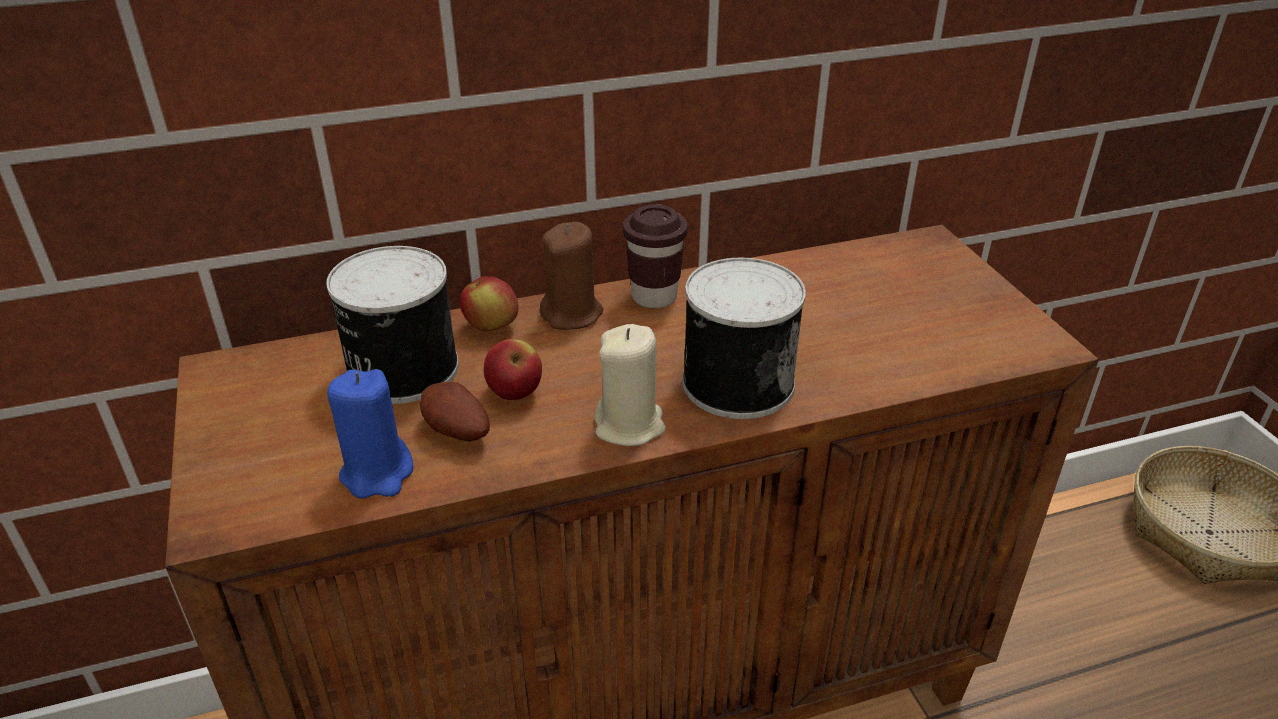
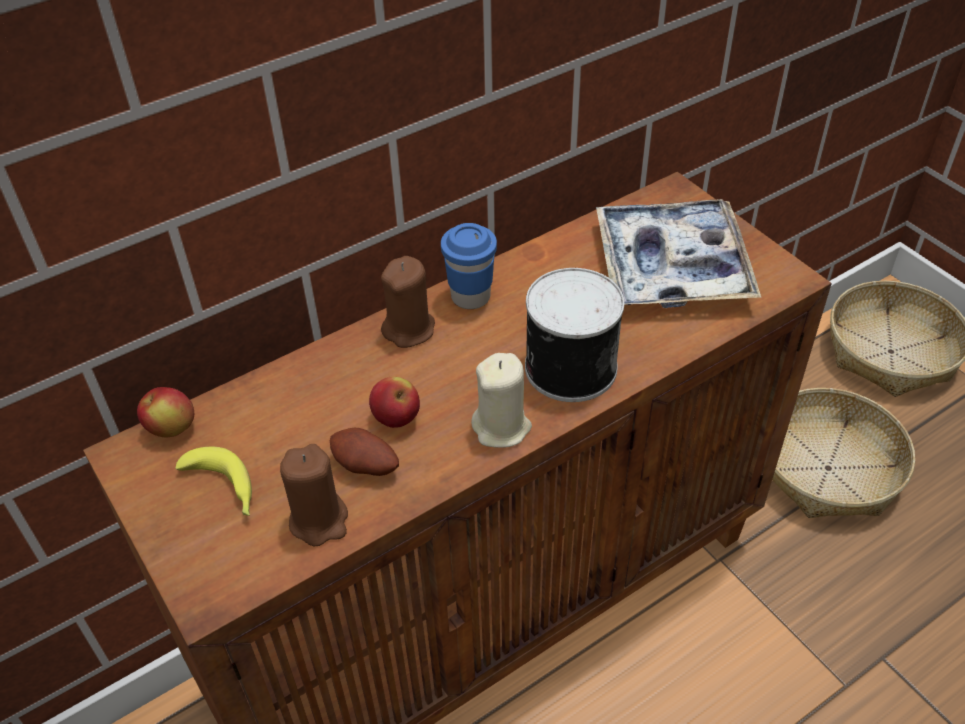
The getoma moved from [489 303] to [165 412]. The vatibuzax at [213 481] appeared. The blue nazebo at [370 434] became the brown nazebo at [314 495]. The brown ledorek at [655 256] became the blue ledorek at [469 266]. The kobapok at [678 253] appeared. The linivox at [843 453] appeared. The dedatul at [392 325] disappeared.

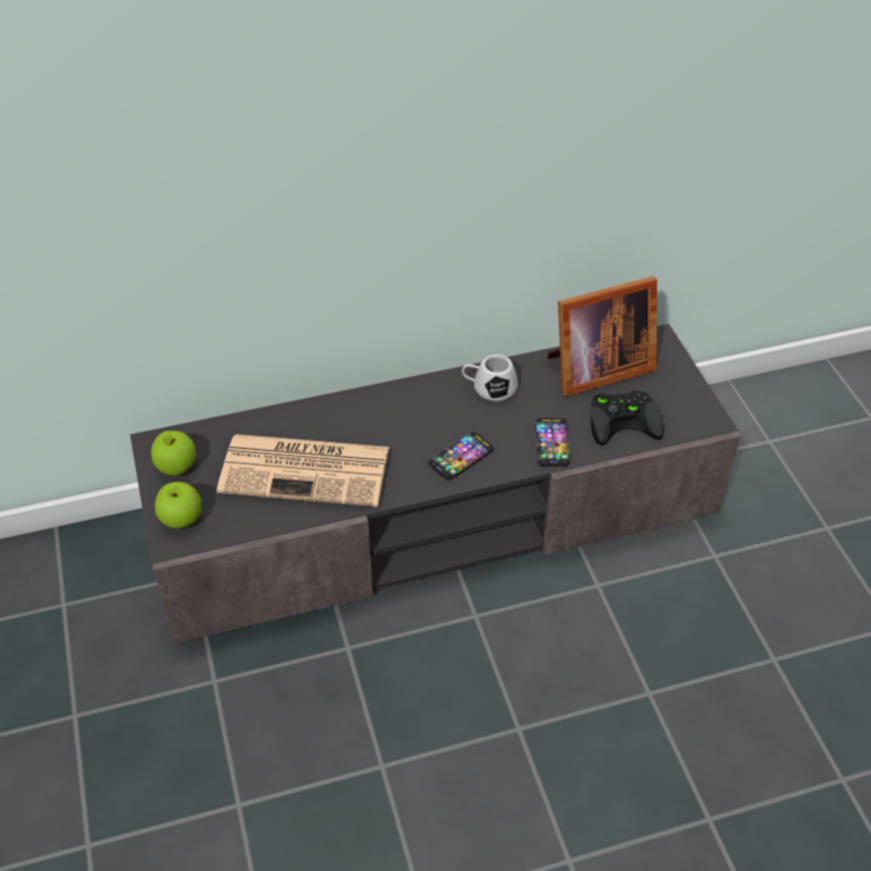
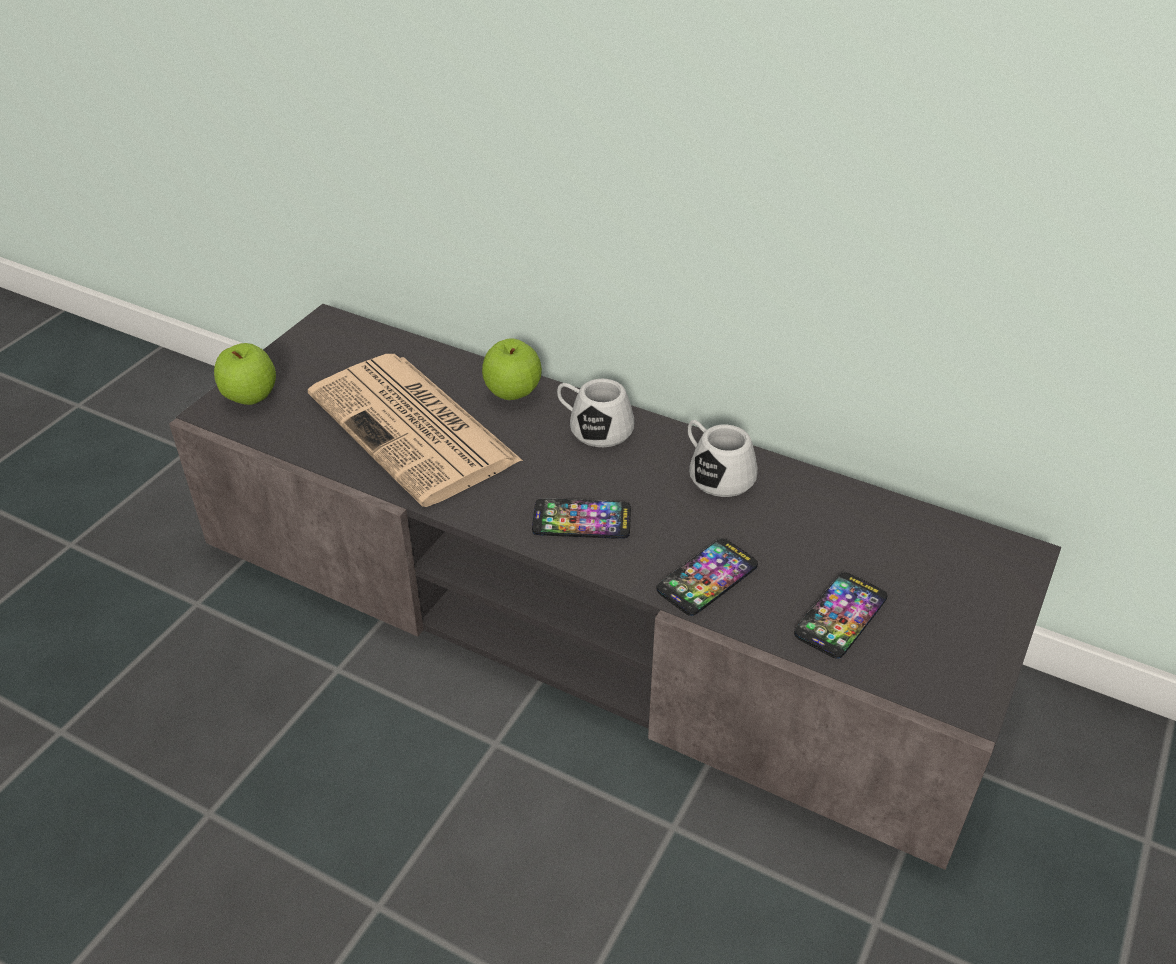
The getoma moved from [173 453] to [512 369]. The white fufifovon at [595 413] appeared. The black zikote at [627 417] was replaced by the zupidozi at [841 615]. The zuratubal at [602 336] disappeared.

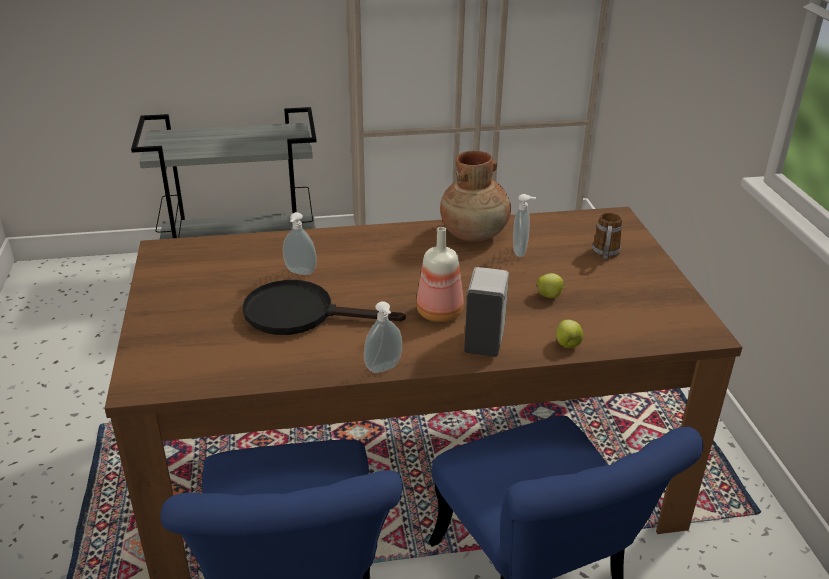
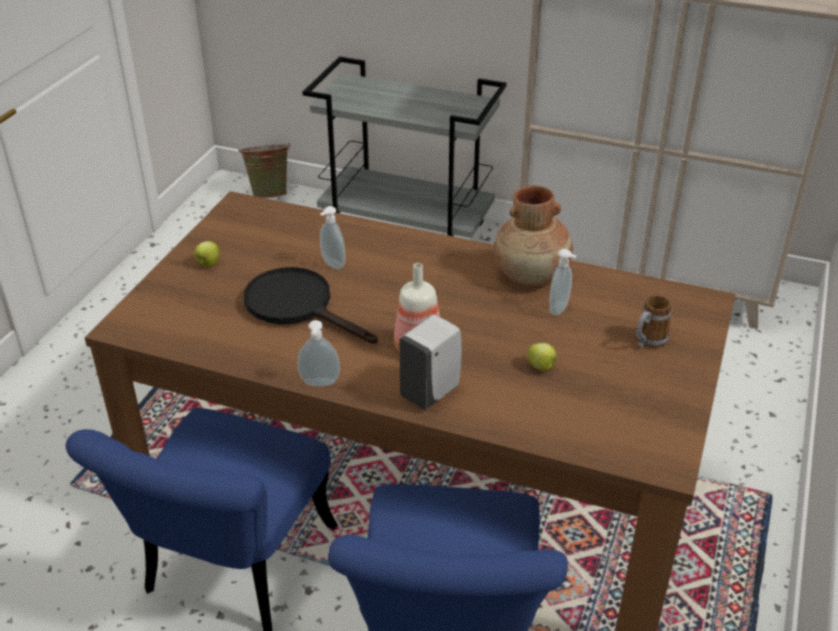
The getoma moved from [569 334] to [207 254]. The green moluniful at [264 170] appeared.

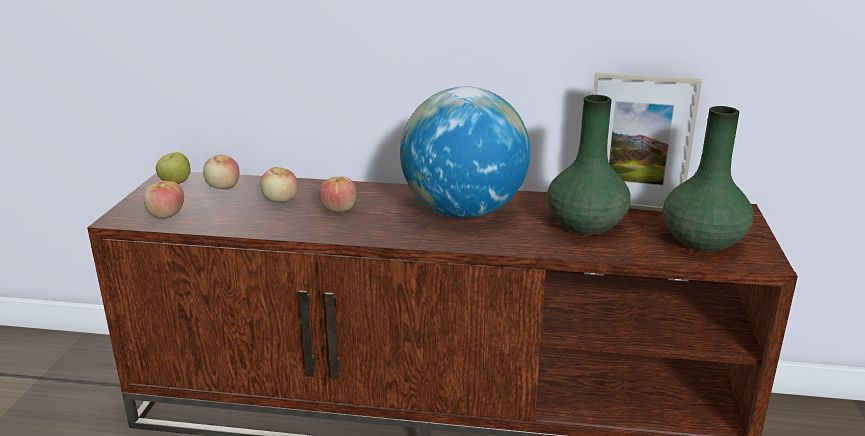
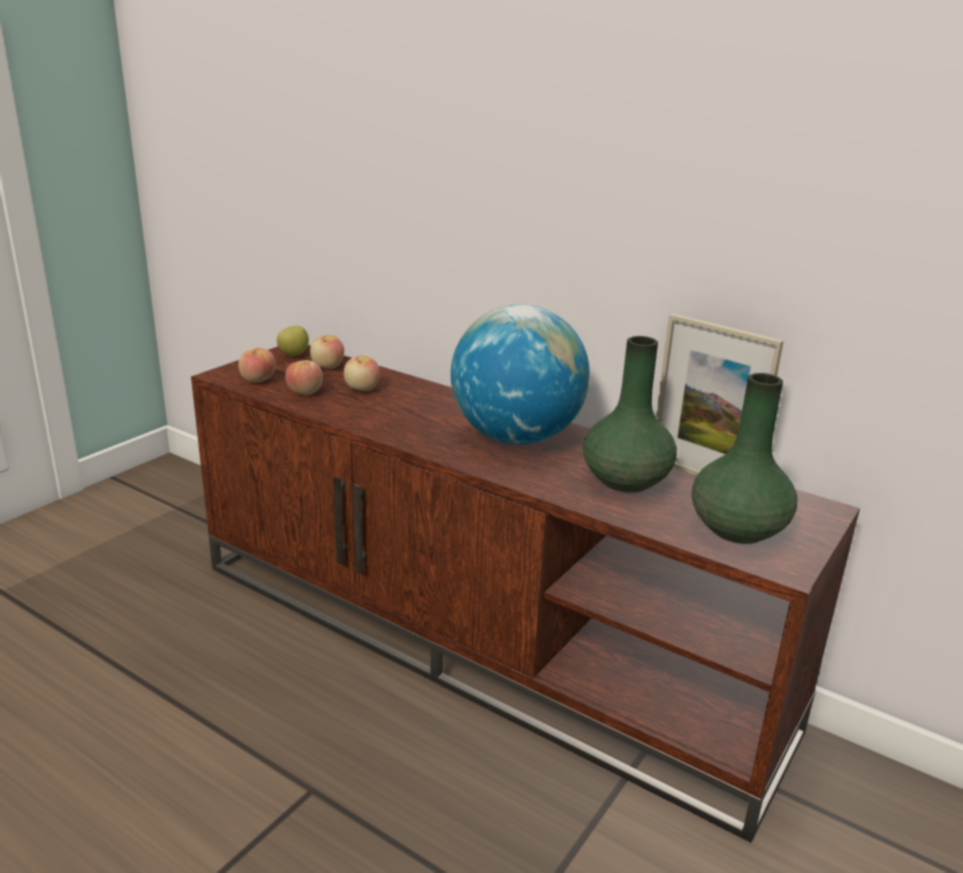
The getoma moved from [337 194] to [304 377].

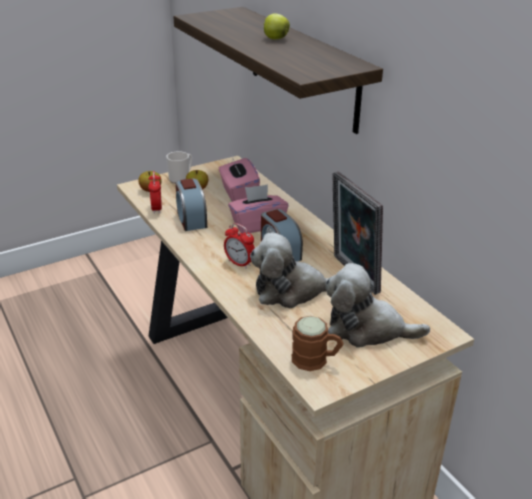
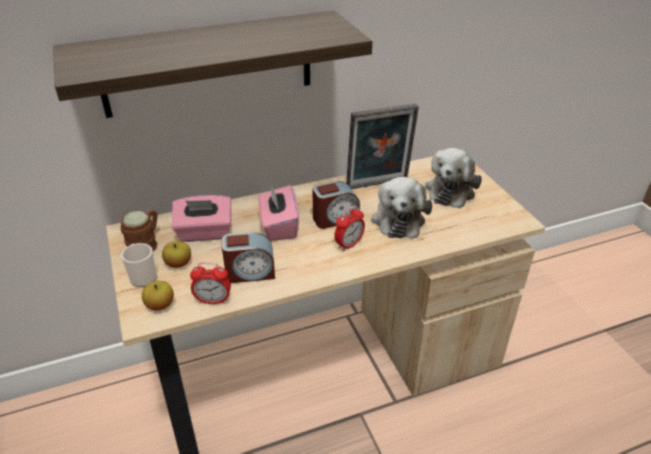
The brown fufifovon moved from [318 343] to [139 230]. The getoma at [277 26] disappeared.

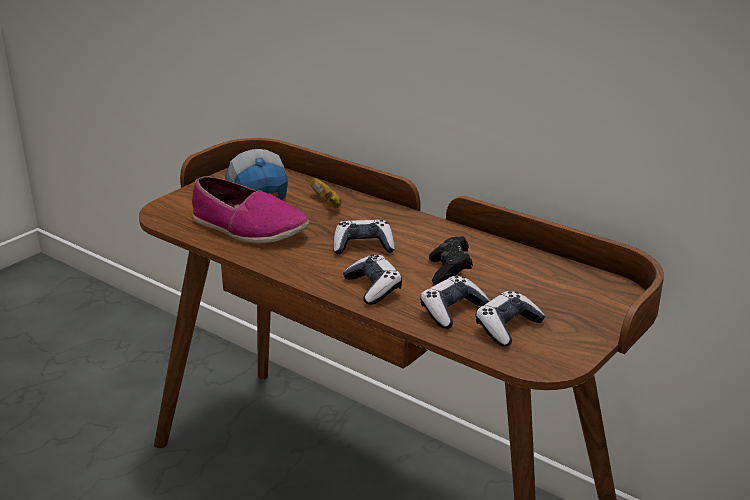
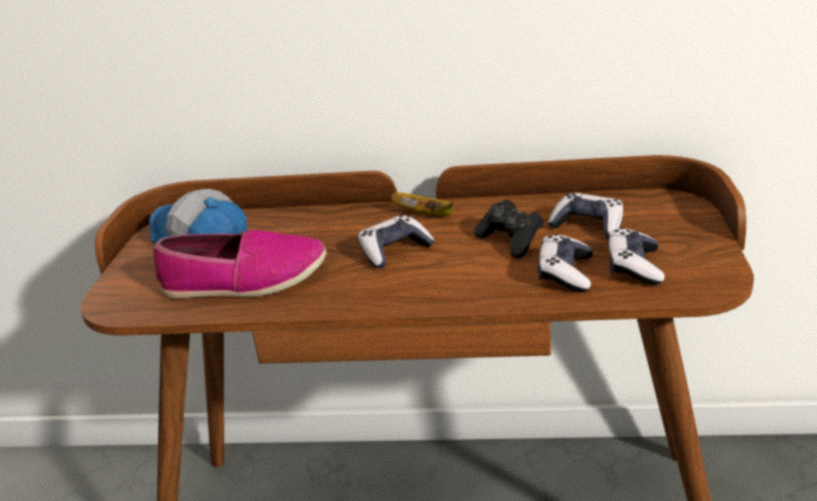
The vatibuzax moved from [325 193] to [422 204]. The zikote moved from [372 279] to [585 215].

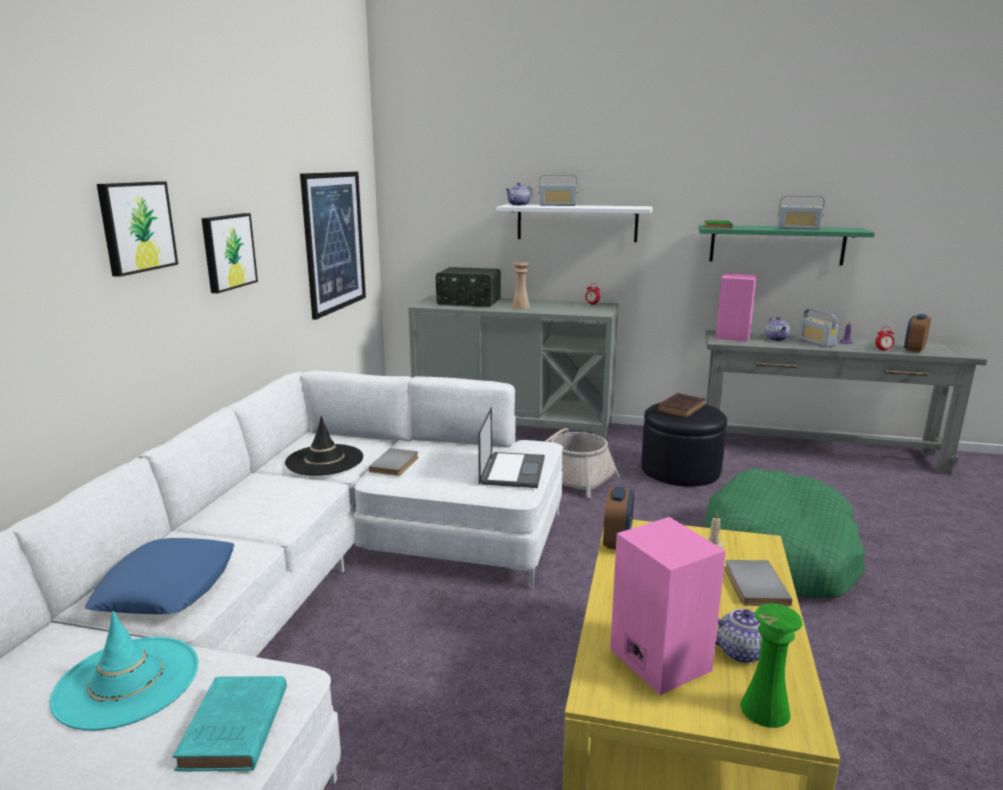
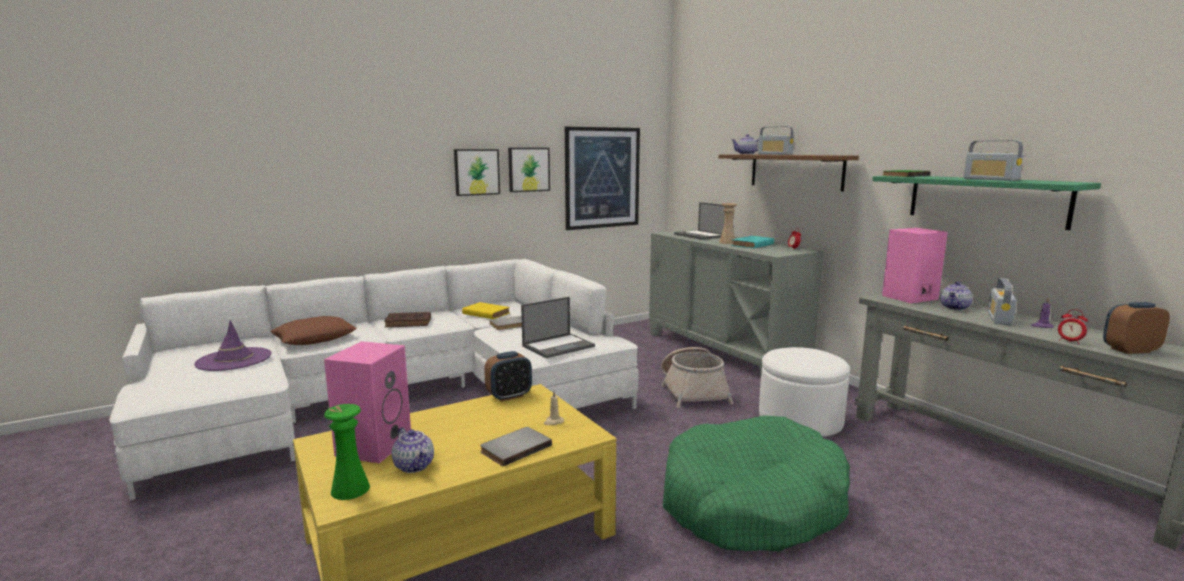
The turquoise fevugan at [124 671] became the purple fevugan at [232 345]. The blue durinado at [160 576] became the brown durinado at [313 330]. The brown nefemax moved from [681 405] to [407 319]. The black fevugan at [324 446] was replaced by the yellow nefemax at [486 310]. The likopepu moved from [137 229] to [529 170]. The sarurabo at [468 287] was replaced by the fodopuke at [699 221]. The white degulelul at [574 223] became the brown degulelul at [789 172]. The turquoise nefemax moved from [230 723] to [753 242]. The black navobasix at [684 444] became the white navobasix at [804 392].

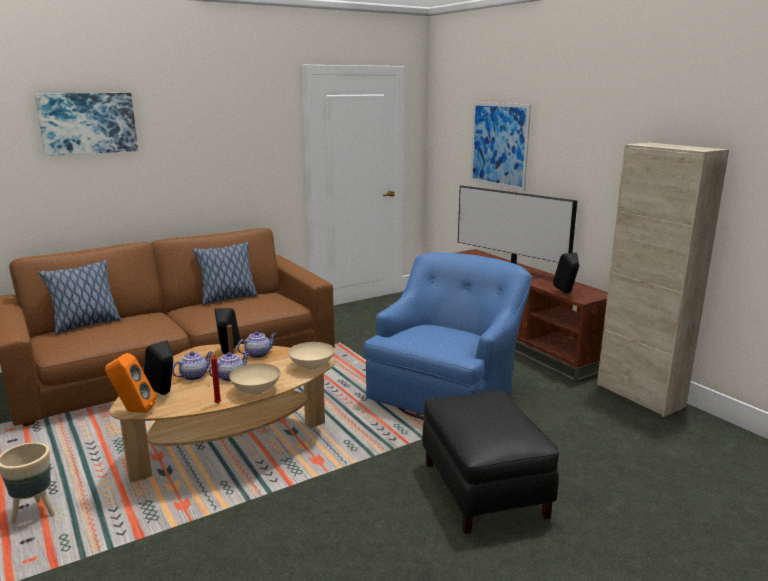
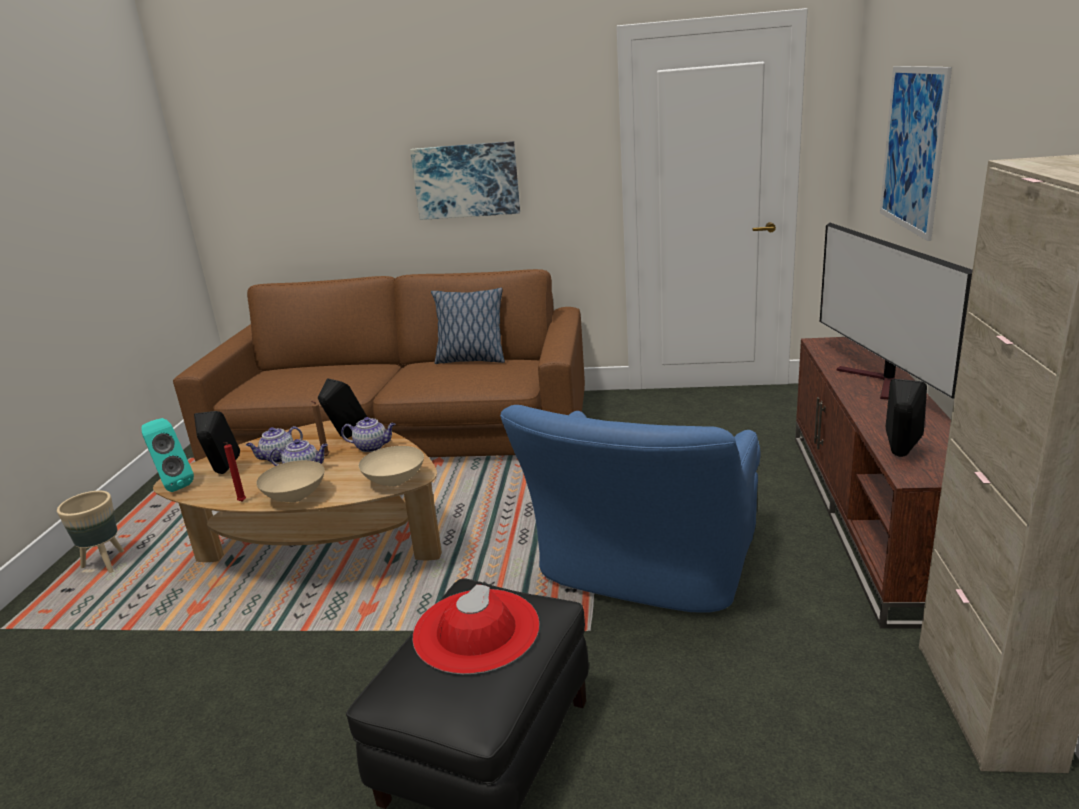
The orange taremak at [130 383] became the turquoise taremak at [167 455]. The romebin at [192 365] turned 150 degrees clockwise. The likopepu moved from [86 124] to [465 180]. The red fevugan at [476 629] appeared. The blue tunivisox at [447 336] turned 135 degrees clockwise. The durinado at [79 297] disappeared.

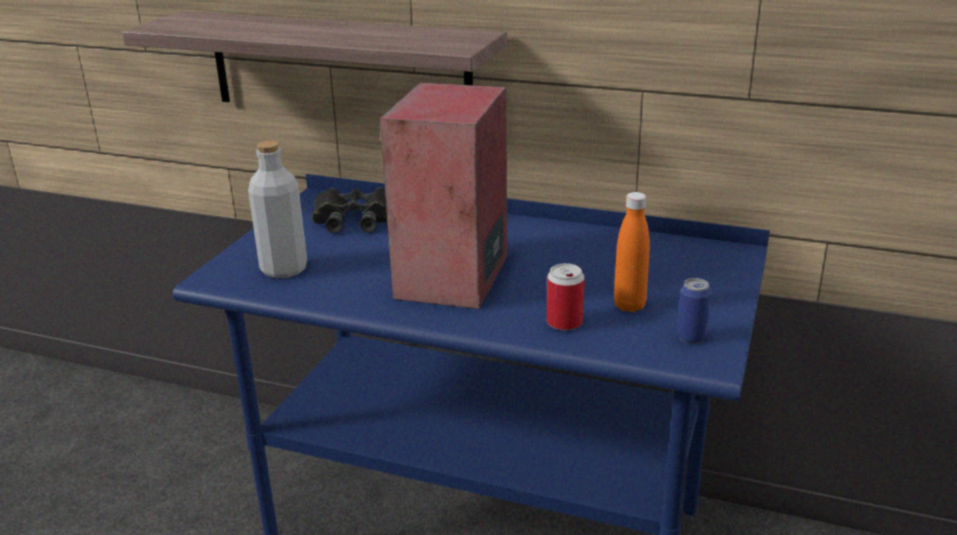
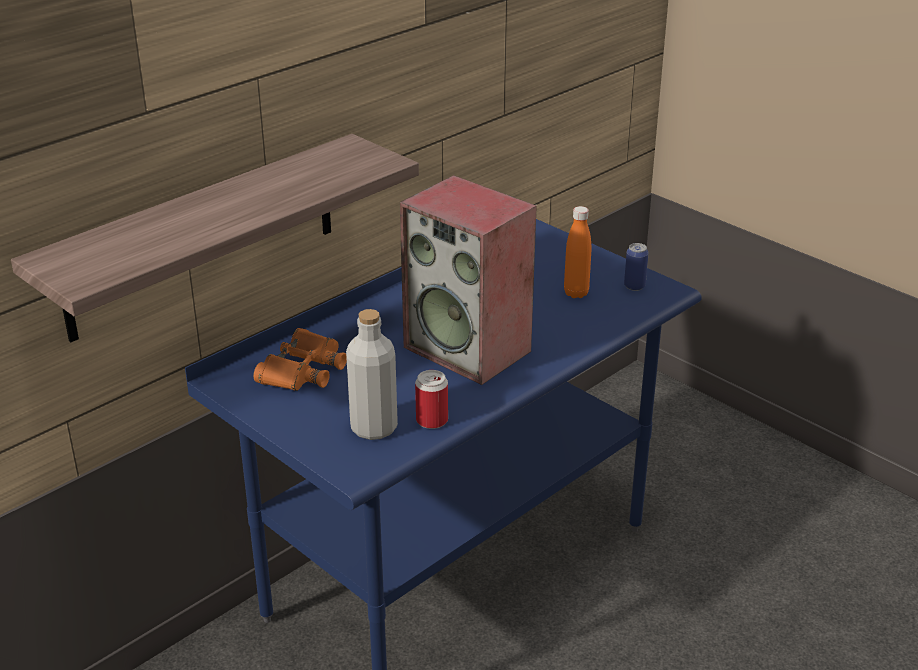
The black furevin at [349 210] became the orange furevin at [300 359]. The dedatul moved from [566 297] to [431 399].

